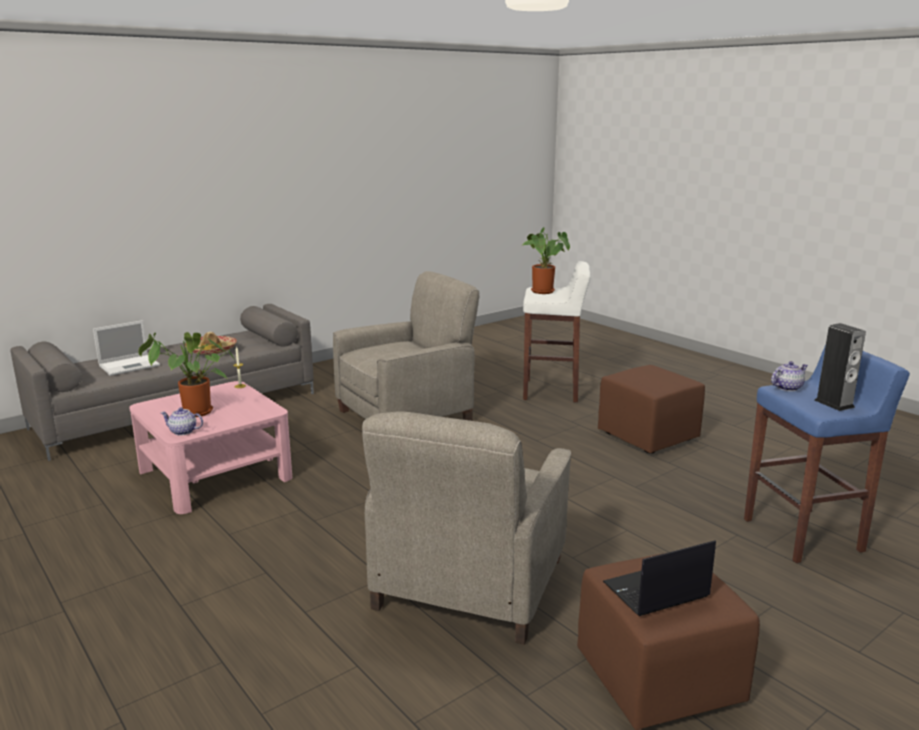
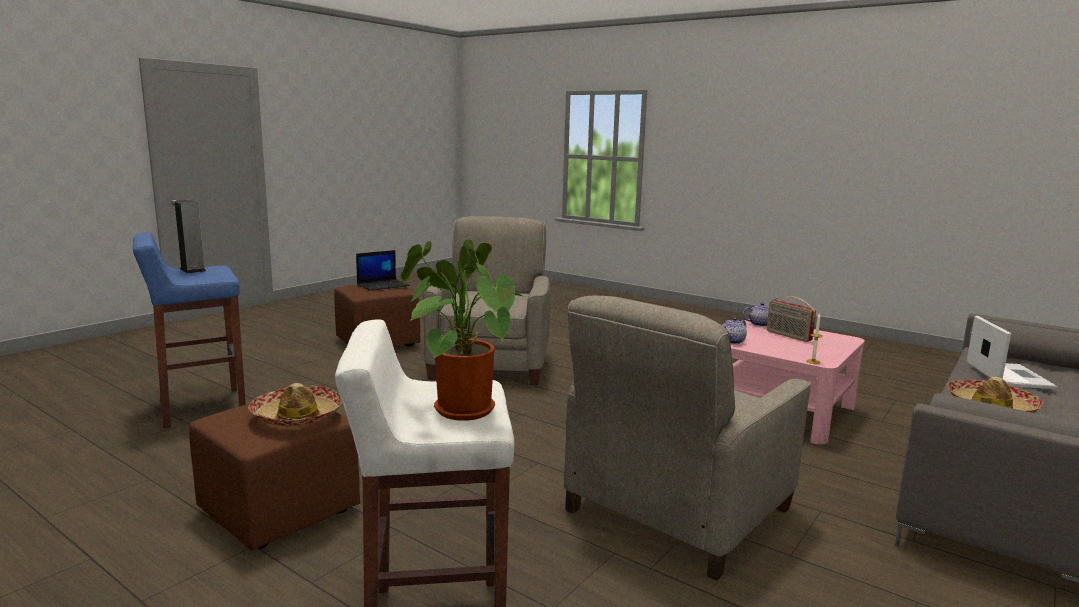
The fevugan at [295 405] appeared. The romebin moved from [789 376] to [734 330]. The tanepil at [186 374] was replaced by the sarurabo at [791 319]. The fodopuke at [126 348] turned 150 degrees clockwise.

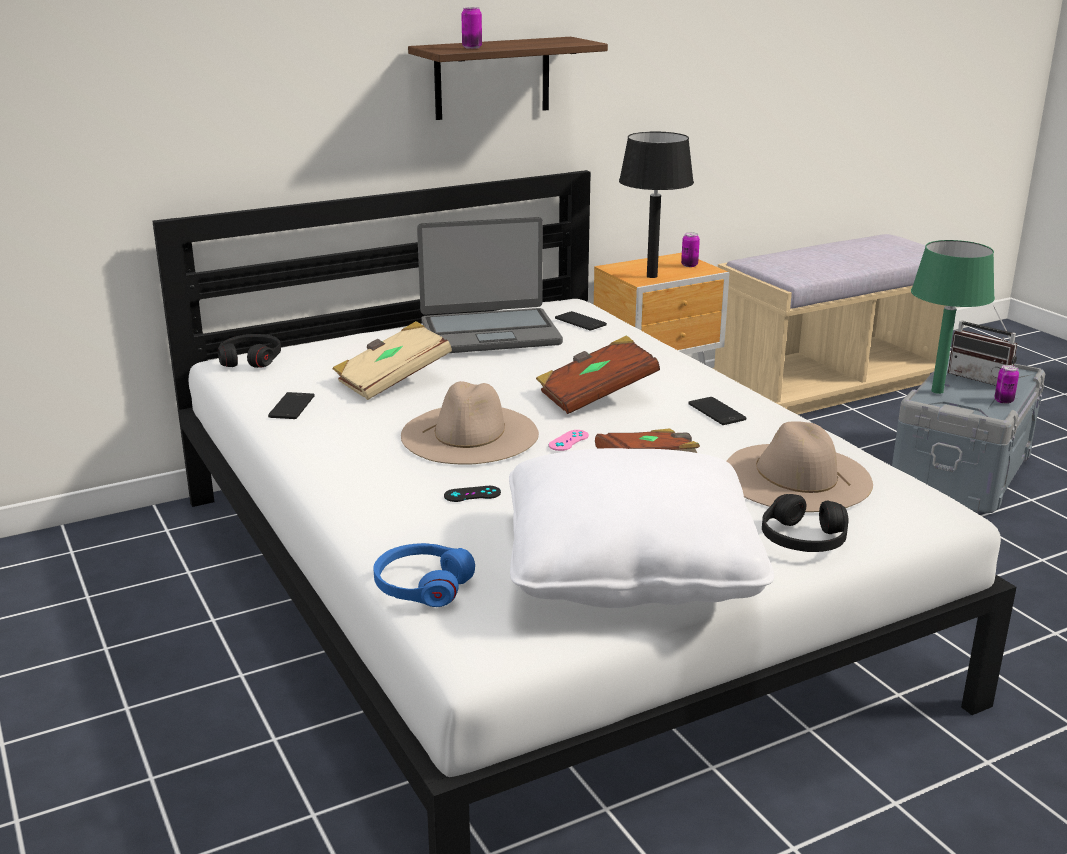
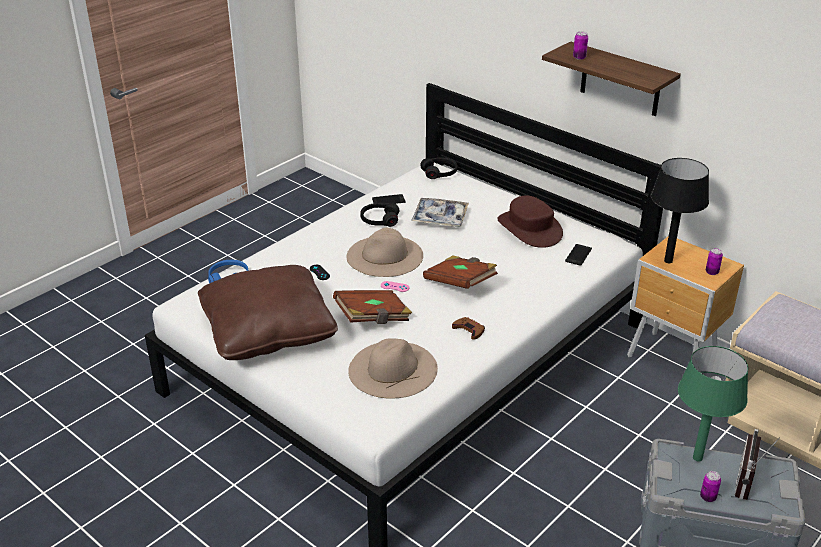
The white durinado at [641 528] became the brown durinado at [268 312]. The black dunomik moved from [805 523] to [379 215]. The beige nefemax at [392 360] was replaced by the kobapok at [440 212]. The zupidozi at [717 411] was replaced by the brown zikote at [468 328]. The fodopuke at [490 285] was replaced by the brown fevugan at [530 221].

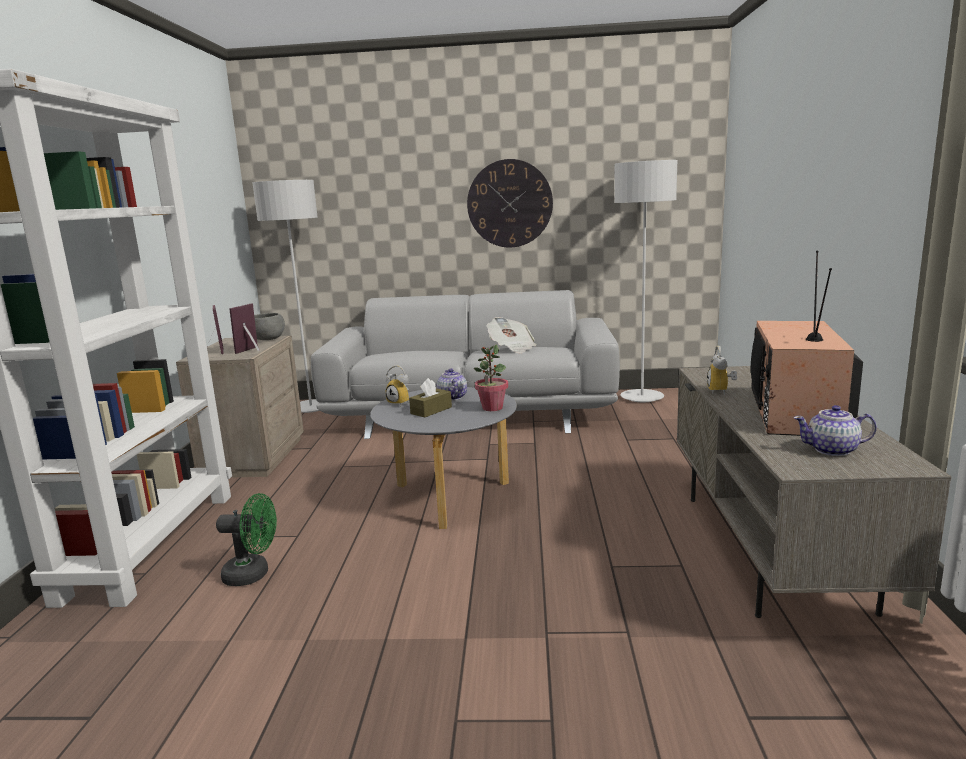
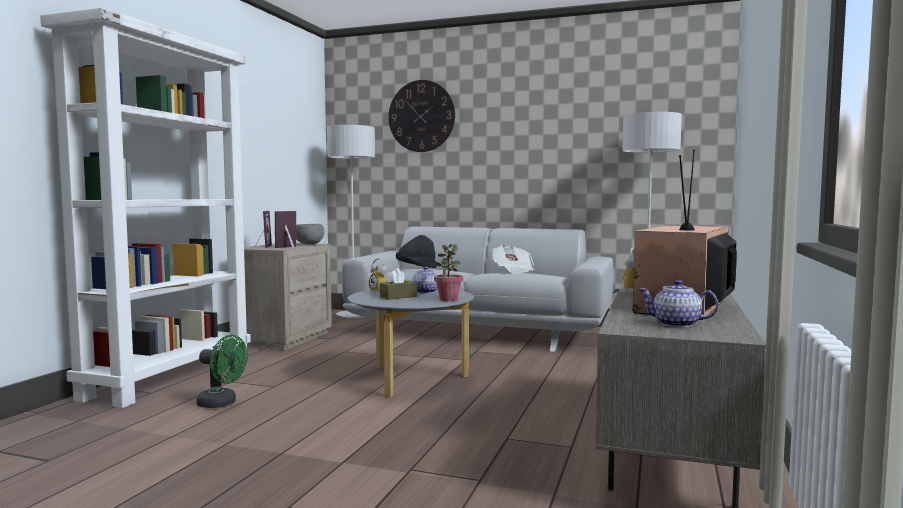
The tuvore moved from [510 203] to [422 116]. The black fevugan at [416 251] appeared.

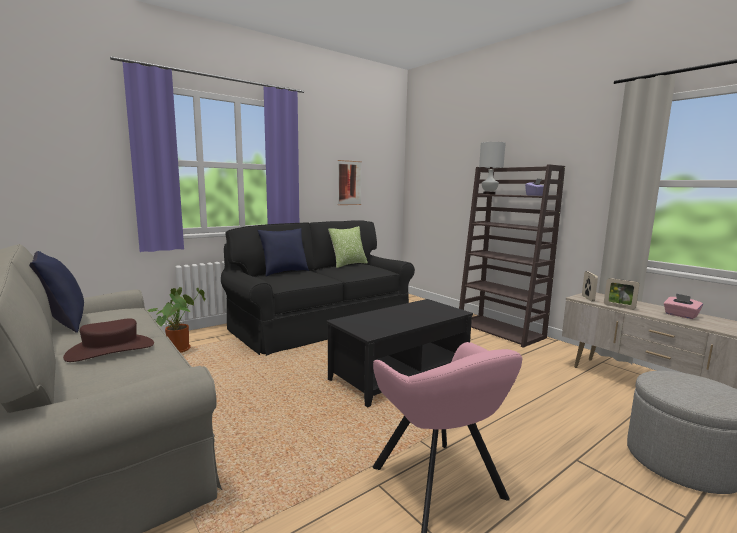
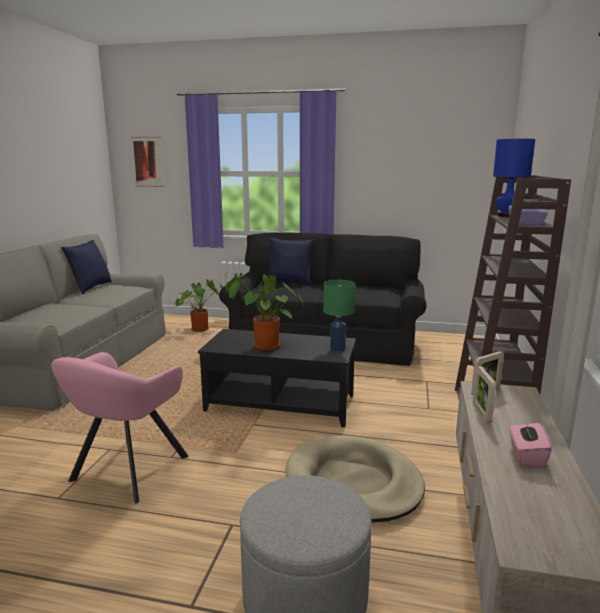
The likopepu moved from [350 182] to [147 162]. The tanepil at [265 312] appeared. The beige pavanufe at [355 479] appeared. The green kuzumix at [339 316] appeared. The white kuzumix at [492 168] became the blue kuzumix at [514 178]. The brown fevugan at [108 340] disappeared. The durinado at [348 247] disappeared.

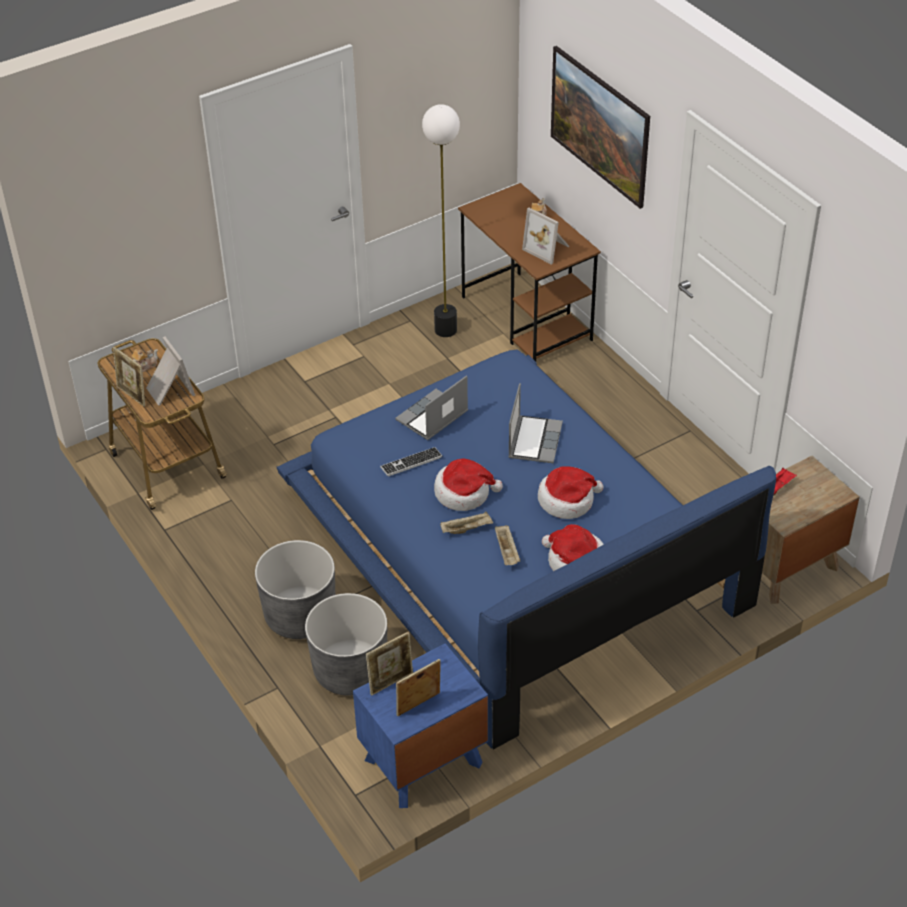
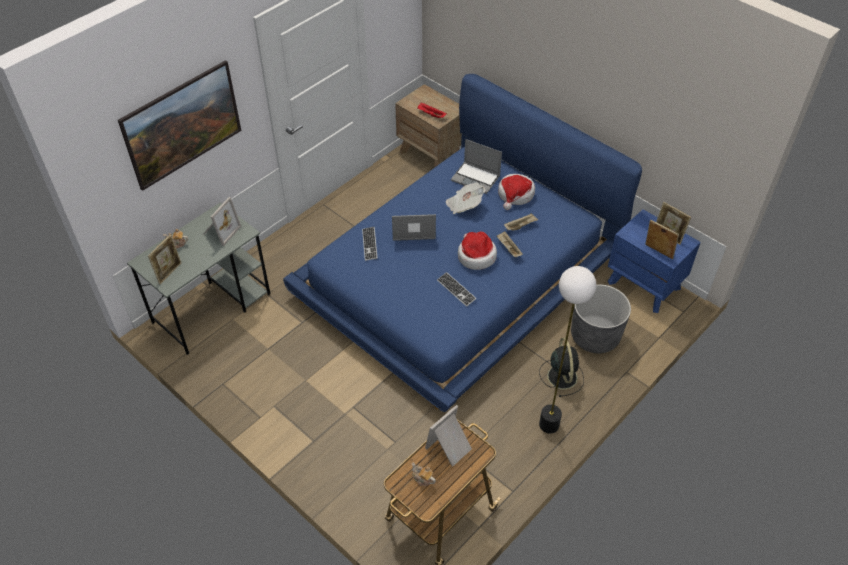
The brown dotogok at [529 272] became the grey dotogok at [198 278]. The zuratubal moved from [129 376] to [165 259]. The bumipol at [370 244] appeared. The fevugan at [570 492] was replaced by the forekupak at [465 198]. The fodopuke moved from [431 407] to [476 166]. The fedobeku moved from [441 220] to [567 349]. The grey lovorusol at [295 589] was replaced by the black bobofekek at [561 367].

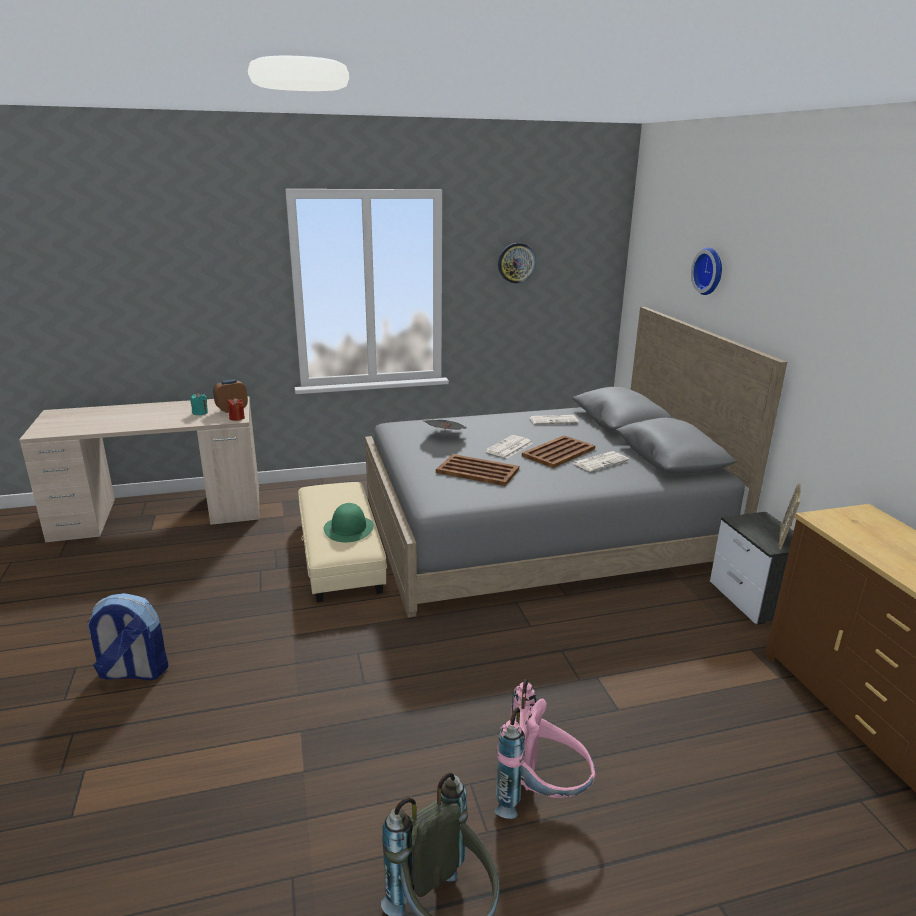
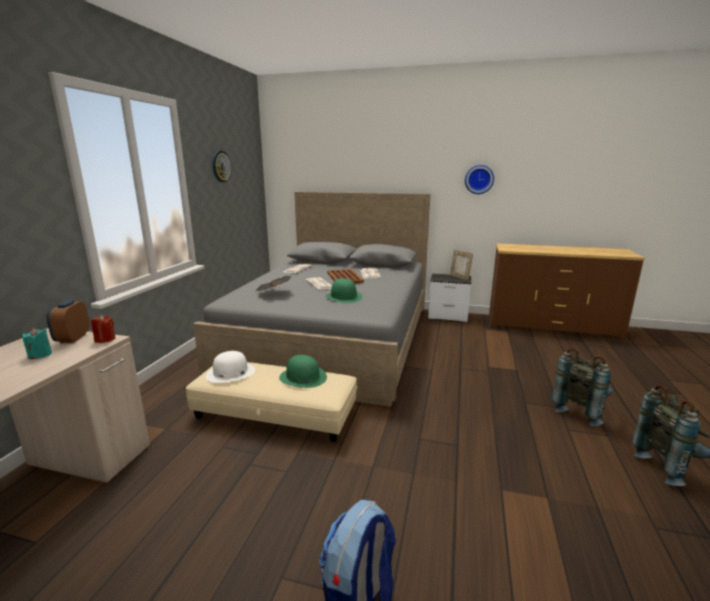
The white fevugan at [230 367] appeared. The brown kobapok at [477 470] was replaced by the green fevugan at [344 290]. The tuvore moved from [706 271] to [479 179]. The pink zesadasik at [545 749] became the grey zesadasik at [582 387].

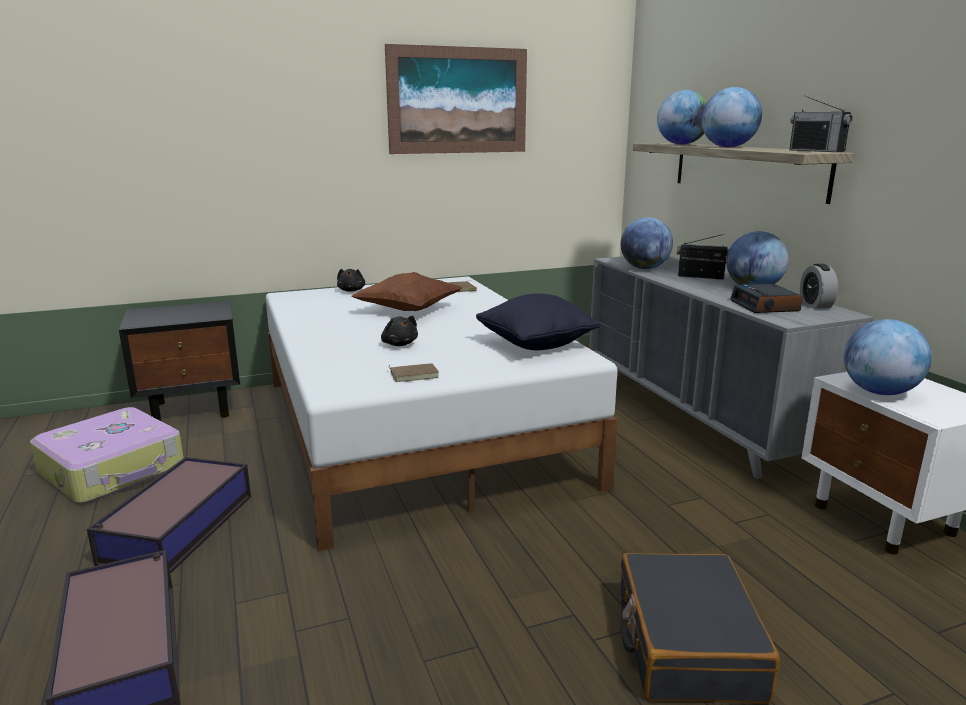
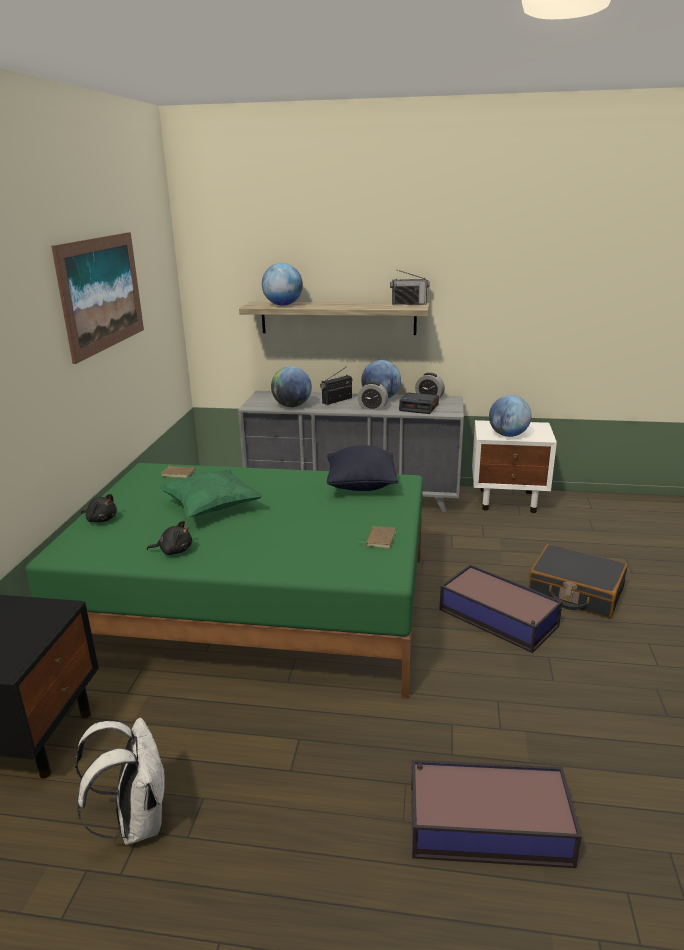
The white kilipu at [442 413] became the green kilipu at [224 581]. The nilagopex at [107 455] was replaced by the white zesadasik at [120 781]. The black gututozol moved from [399 331] to [169 538]. The brown durinado at [407 291] became the green durinado at [211 493]. The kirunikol at [373 396] appeared. The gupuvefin moved from [169 515] to [500 609]. The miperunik at [731 117] disappeared.

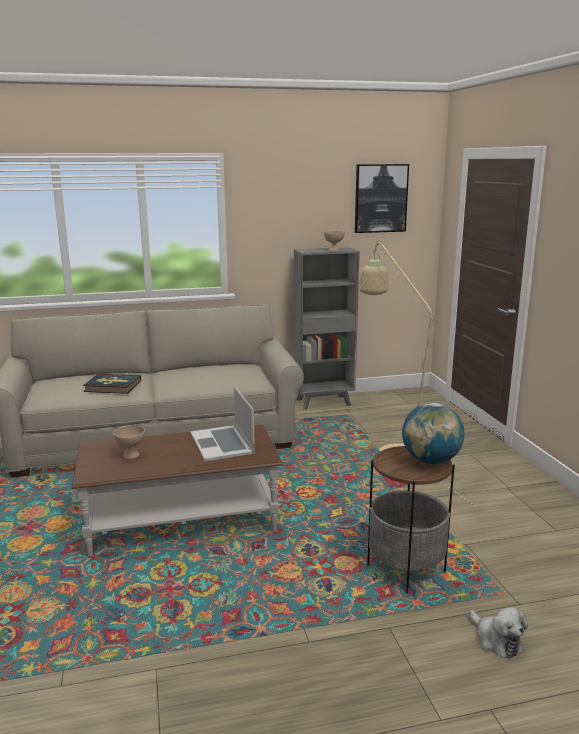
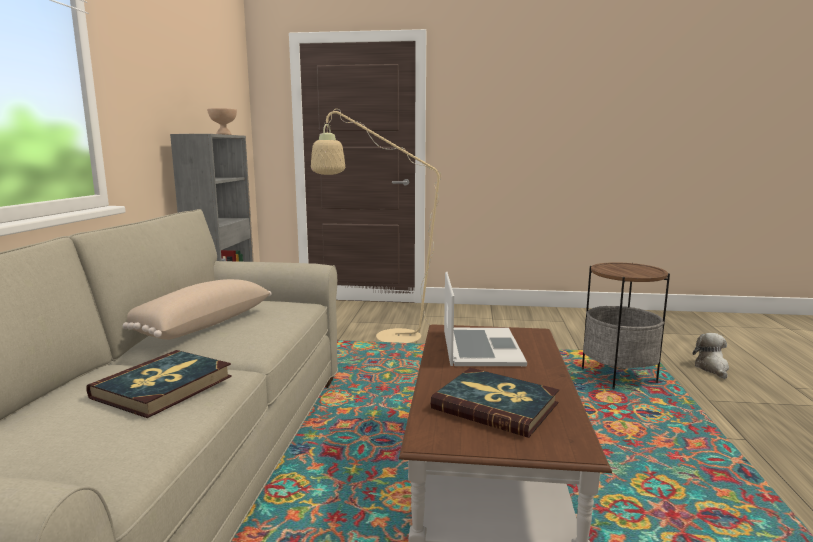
The beige durinado at [197 309] appeared. The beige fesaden at [129 442] was replaced by the nefemax at [494 403]. The fodopuke at [222 423] turned 90 degrees counterclockwise. The gututozol at [499 633] turned 75 degrees counterclockwise. The likopepu at [382 198] disappeared. The miperunik at [433 433] disappeared.

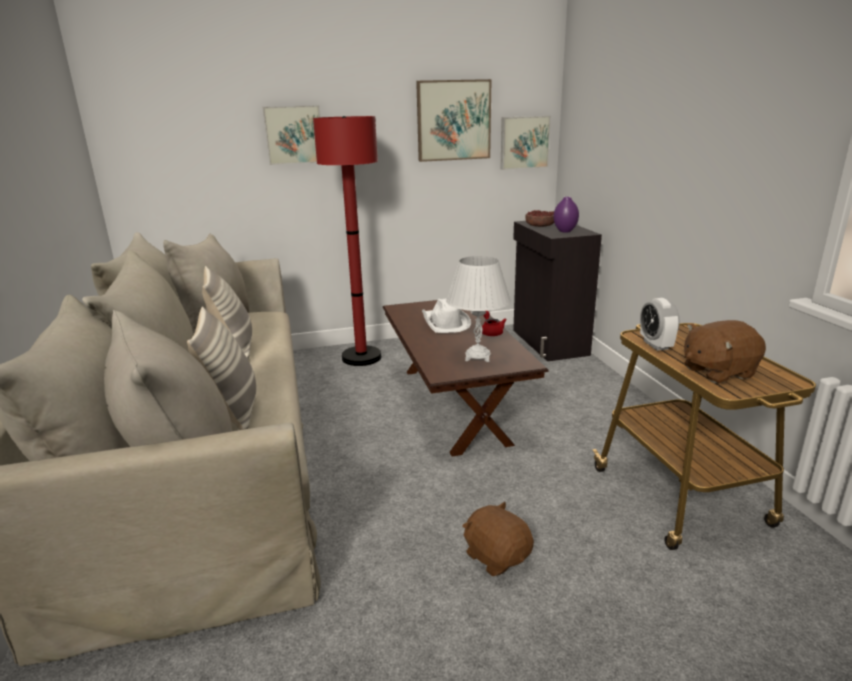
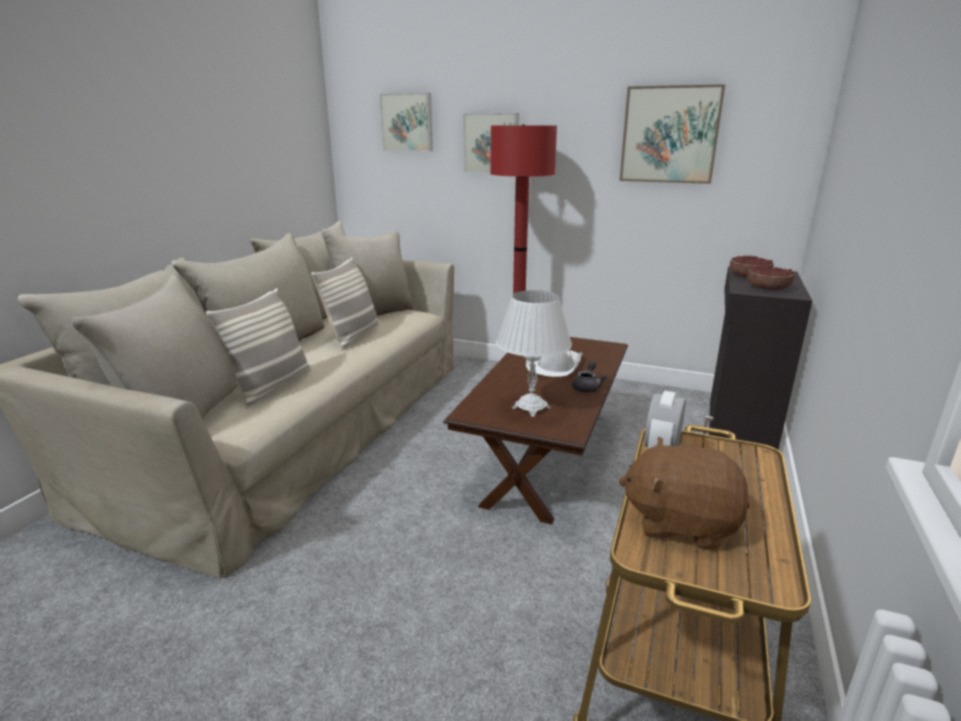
The likopepu moved from [525 143] to [406 122]. The red romebin at [494 323] became the grey romebin at [589 377]. The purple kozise at [566 215] was replaced by the fesaden at [771 277]. The brown gututozol at [498 539] disappeared.

